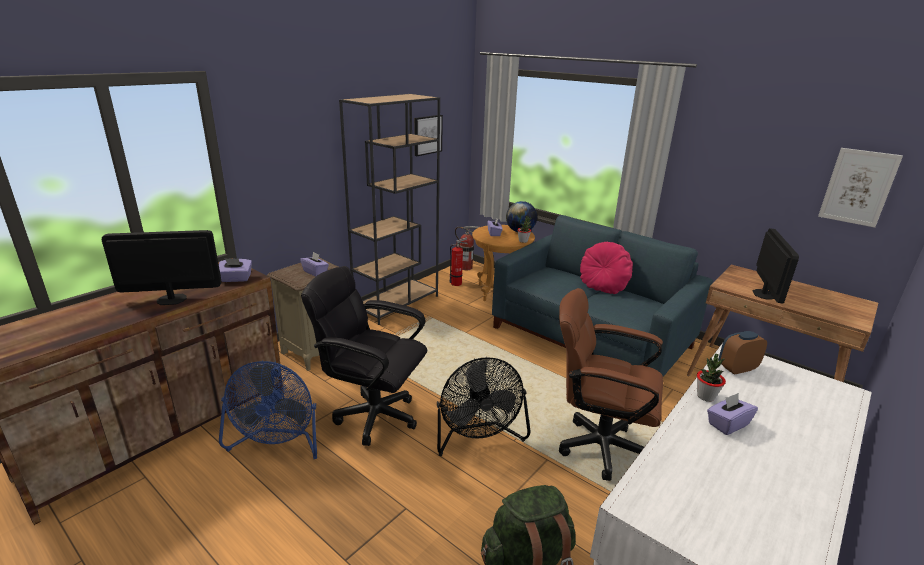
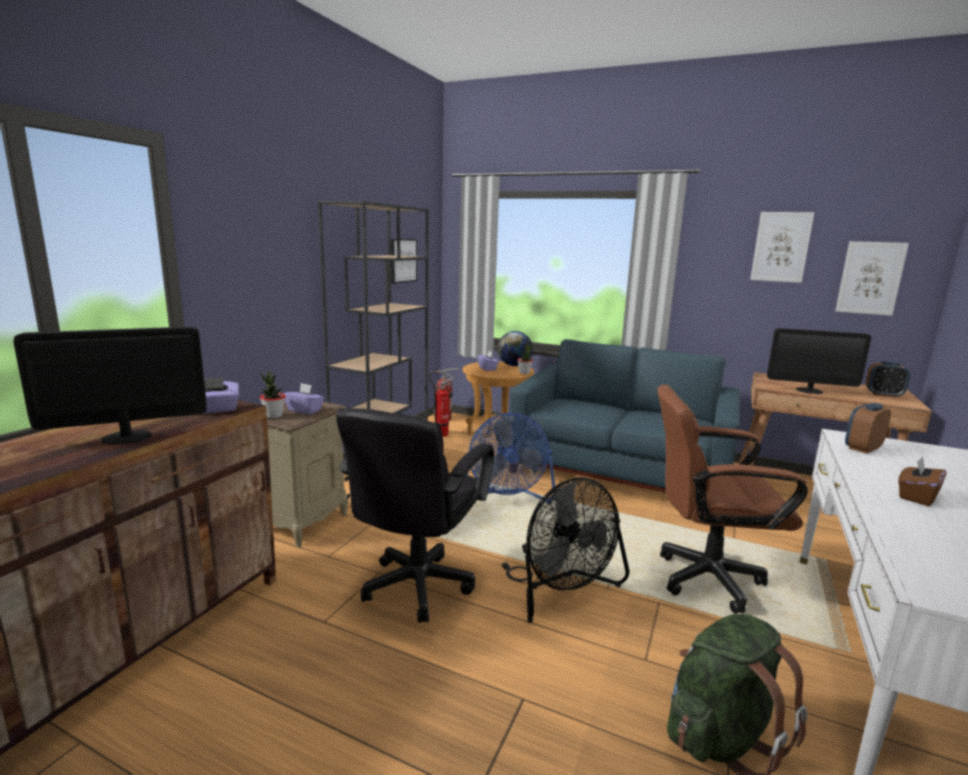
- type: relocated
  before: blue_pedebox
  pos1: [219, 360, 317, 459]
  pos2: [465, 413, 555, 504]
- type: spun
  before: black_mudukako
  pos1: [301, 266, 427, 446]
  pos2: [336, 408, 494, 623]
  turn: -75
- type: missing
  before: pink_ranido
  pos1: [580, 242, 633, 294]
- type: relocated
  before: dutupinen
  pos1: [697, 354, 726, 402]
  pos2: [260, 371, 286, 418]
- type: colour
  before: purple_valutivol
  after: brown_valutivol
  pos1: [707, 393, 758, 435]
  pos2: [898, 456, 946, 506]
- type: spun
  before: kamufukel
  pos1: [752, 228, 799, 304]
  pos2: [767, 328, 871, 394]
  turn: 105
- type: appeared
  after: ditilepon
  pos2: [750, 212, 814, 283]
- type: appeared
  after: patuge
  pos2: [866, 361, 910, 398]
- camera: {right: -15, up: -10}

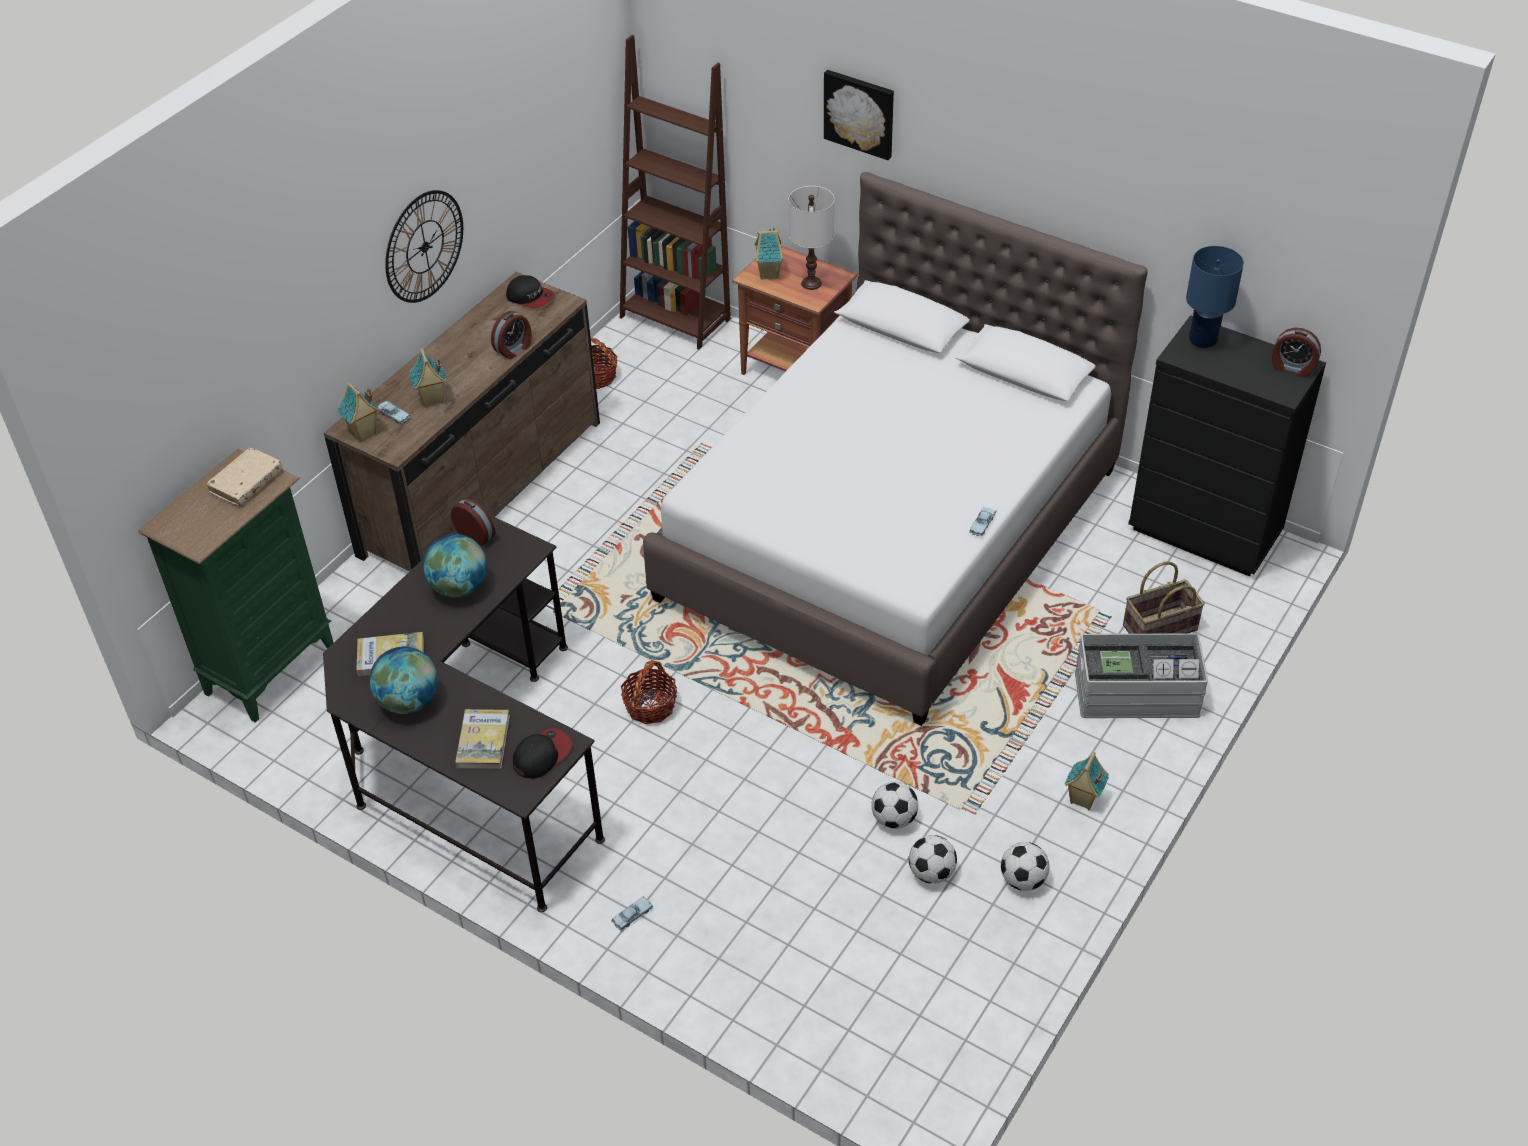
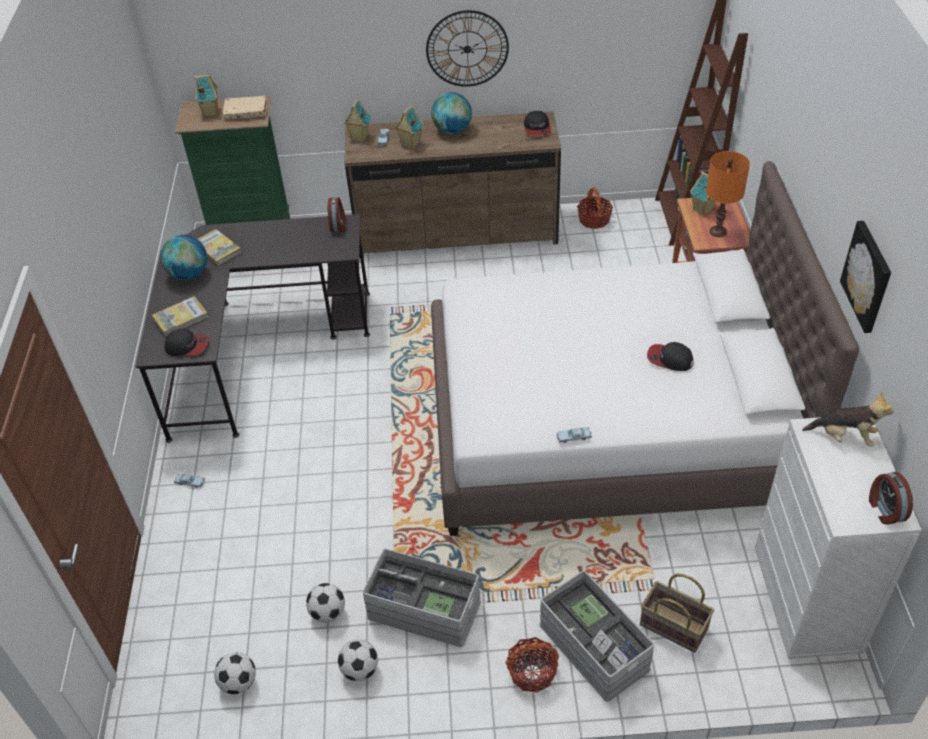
- type: relocated
  before: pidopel
  pos1: [423, 534, 487, 597]
  pos2: [431, 92, 472, 134]
- type: missing
  before: patuge
  pos1: [491, 311, 532, 359]
- type: relocated
  before: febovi
  pos1: [621, 660, 677, 724]
  pos2: [505, 637, 559, 693]
- type: colour
  before: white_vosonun
  after: orange_vosonun
  pos1: [789, 186, 834, 290]
  pos2: [706, 151, 750, 237]
- type: relocated
  before: ditilepon
  pos1: [824, 70, 894, 160]
  pos2: [840, 221, 891, 333]
- type: relocated
  before: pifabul
  pos1: [872, 782, 918, 829]
  pos2: [214, 652, 256, 694]
- type: relocated
  before: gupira
  pos1: [1065, 752, 1109, 810]
  pos2: [194, 75, 219, 117]
- type: colour
  before: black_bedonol
  after: white_bedonol
  pos1: [1128, 315, 1326, 577]
  pos2: [754, 417, 922, 659]
- type: exchanged
  before: blue_vosonun
  after: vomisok
  pos1: [1186, 246, 1244, 348]
  pos2: [802, 393, 894, 446]
- type: appeared
  after: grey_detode
  pos2: [363, 548, 481, 647]
- type: appeared
  after: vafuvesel
  pos2: [647, 342, 693, 371]
- camera: {right: 55, up: 0}

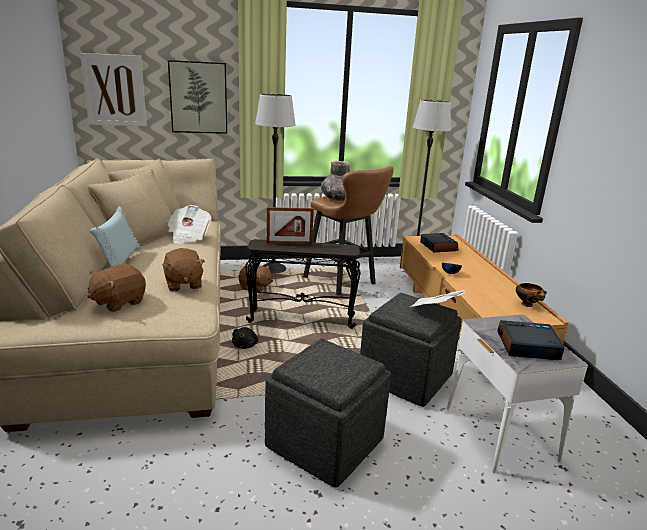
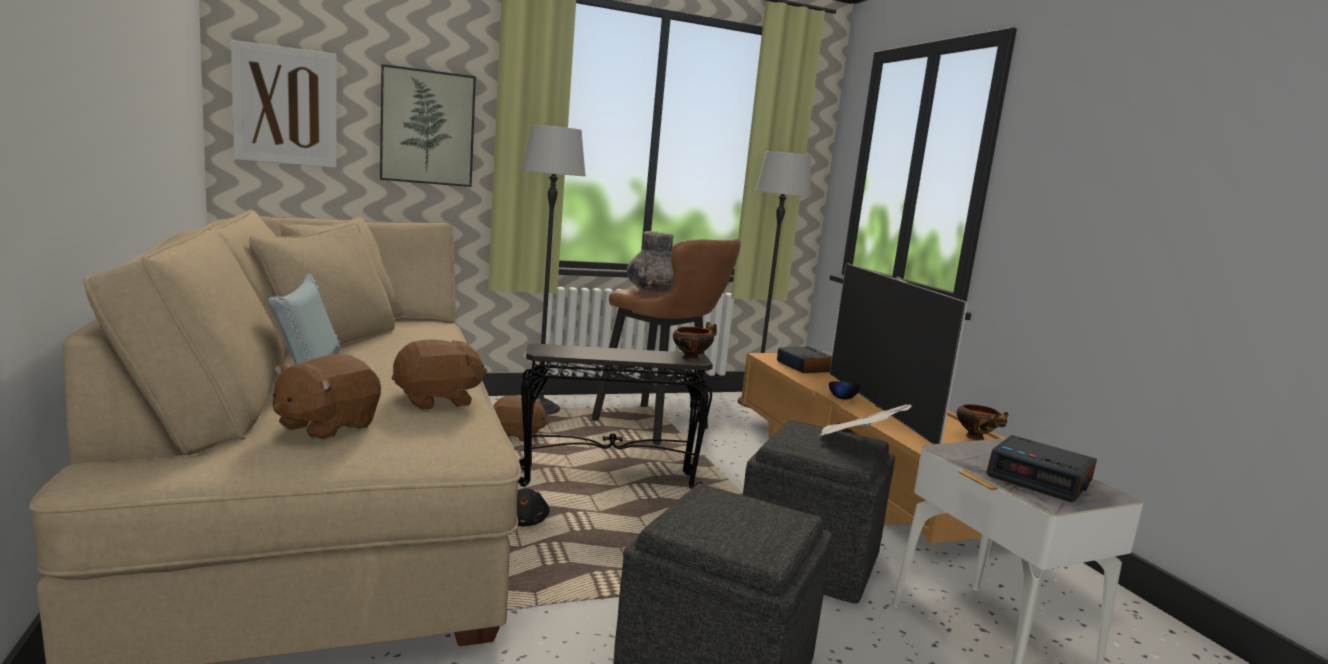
- type: spun
  before: brown_vomisok
  pos1: [162, 248, 205, 291]
  pos2: [392, 339, 487, 410]
  turn: -90
- type: missing
  before: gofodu
  pos1: [167, 205, 212, 243]
- type: missing
  before: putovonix
  pos1: [267, 207, 314, 244]
- type: spun
  before: patuge
  pos1: [497, 320, 564, 360]
  pos2: [986, 435, 1097, 502]
  turn: -135
- type: appeared
  after: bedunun
  pos2: [673, 322, 717, 361]
- type: appeared
  after: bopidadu
  pos2: [829, 263, 968, 444]
- camera: {right: -10, up: -10}

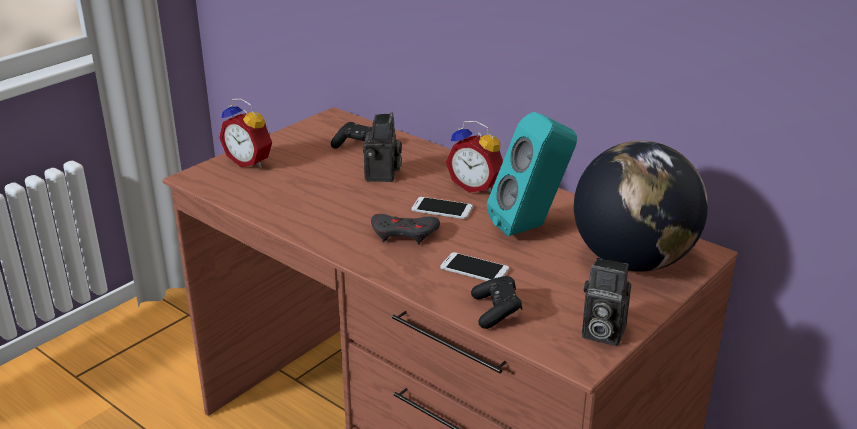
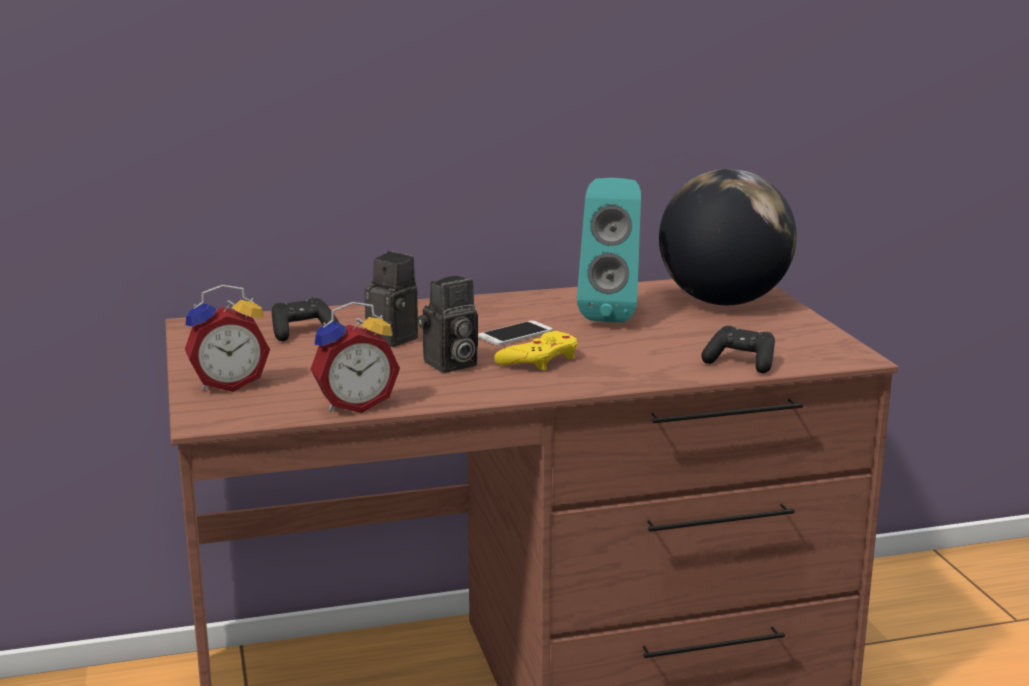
- type: colour
  before: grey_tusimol
  after: yellow_tusimol
  pos1: [371, 214, 440, 245]
  pos2: [494, 331, 578, 370]
- type: missing
  before: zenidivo
  pos1: [440, 252, 509, 281]
- type: relocated
  before: patuge
  pos1: [446, 121, 503, 193]
  pos2: [310, 302, 400, 413]
- type: relocated
  before: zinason
  pos1: [582, 258, 631, 346]
  pos2: [418, 276, 478, 373]
- camera: {right: -55, up: -10}

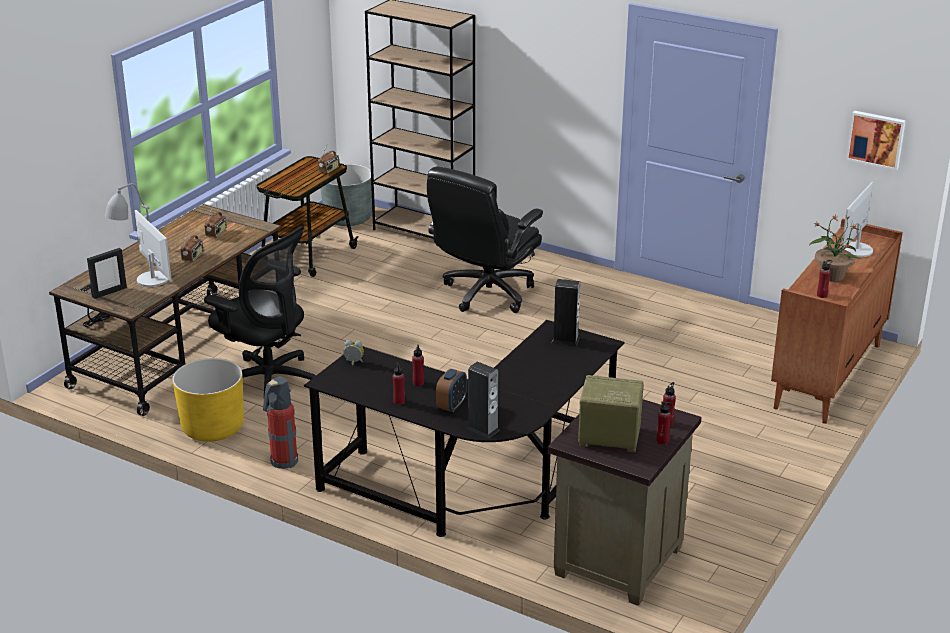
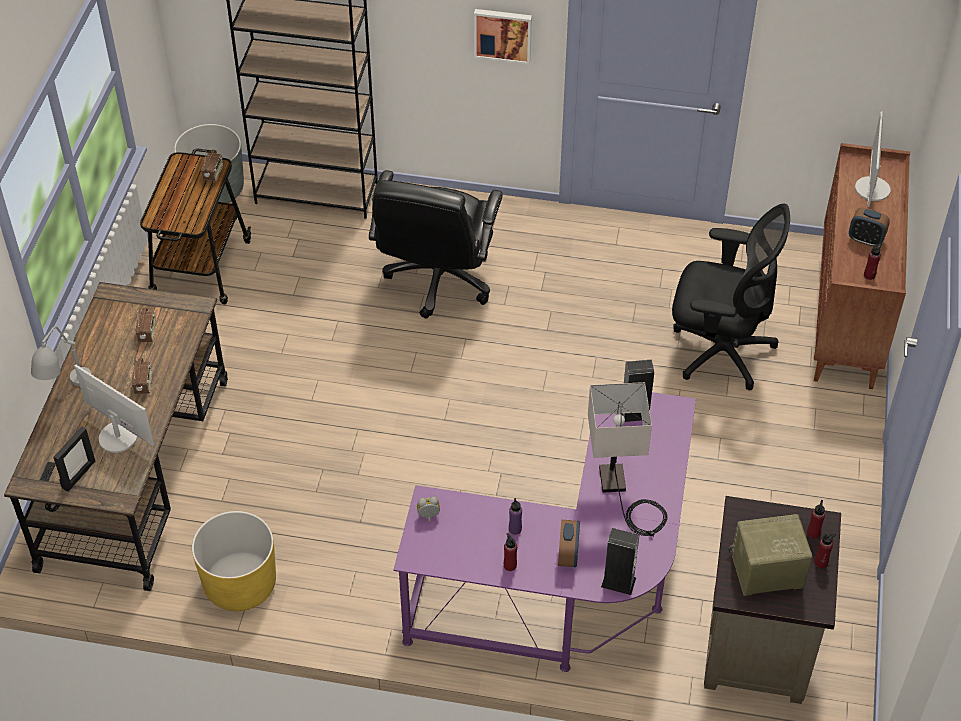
- type: relocated
  before: black_mudukako
  pos1: [204, 226, 316, 407]
  pos2: [672, 204, 790, 390]
- type: missing
  before: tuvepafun
  pos1: [263, 376, 298, 469]
- type: colour
  before: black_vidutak
  after: purple_vidutak
  pos1: [304, 320, 624, 537]
  pos2: [393, 392, 696, 672]
- type: colour
  before: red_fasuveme
  after: purple_fasuveme
  pos1: [412, 345, 424, 386]
  pos2: [509, 498, 522, 535]
- type: exchanged
  before: dutupinen
  after: patuge
  pos1: [809, 214, 860, 282]
  pos2: [849, 207, 890, 247]
- type: relocated
  before: ditilepon
  pos1: [846, 111, 906, 170]
  pos2: [474, 9, 532, 65]
- type: appeared
  after: vosonun
  pos2: [588, 382, 668, 537]
- camera: {right: -20, up: 20}

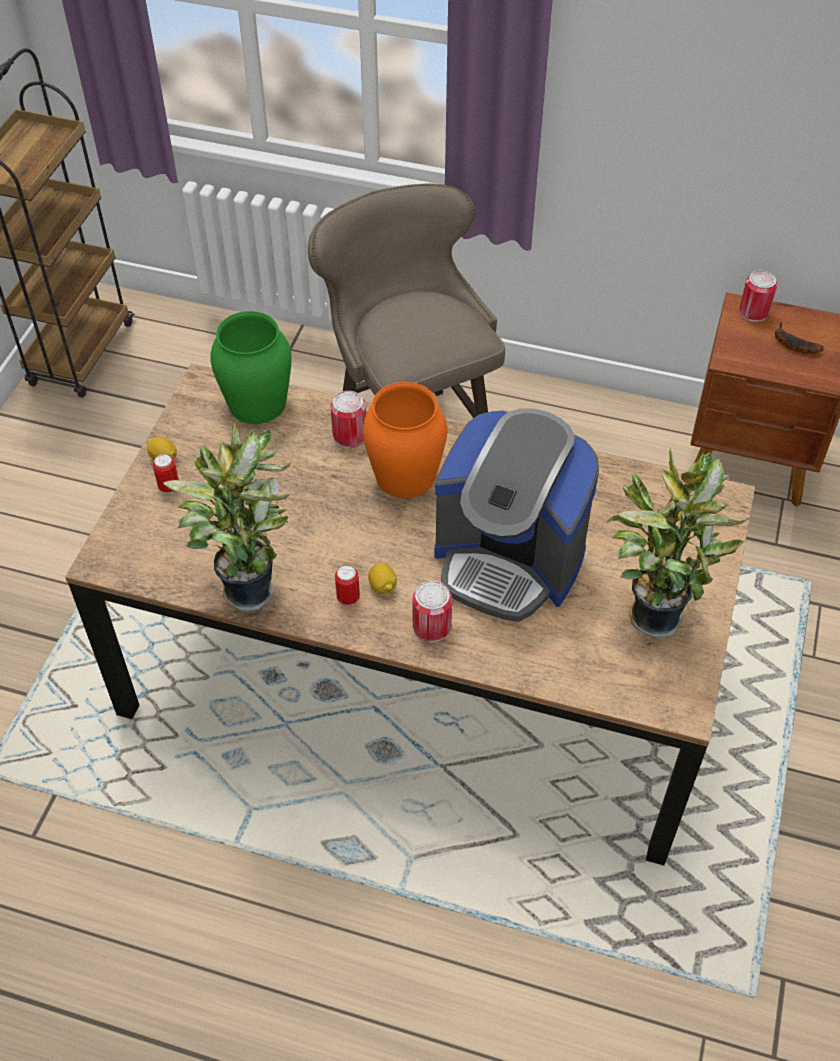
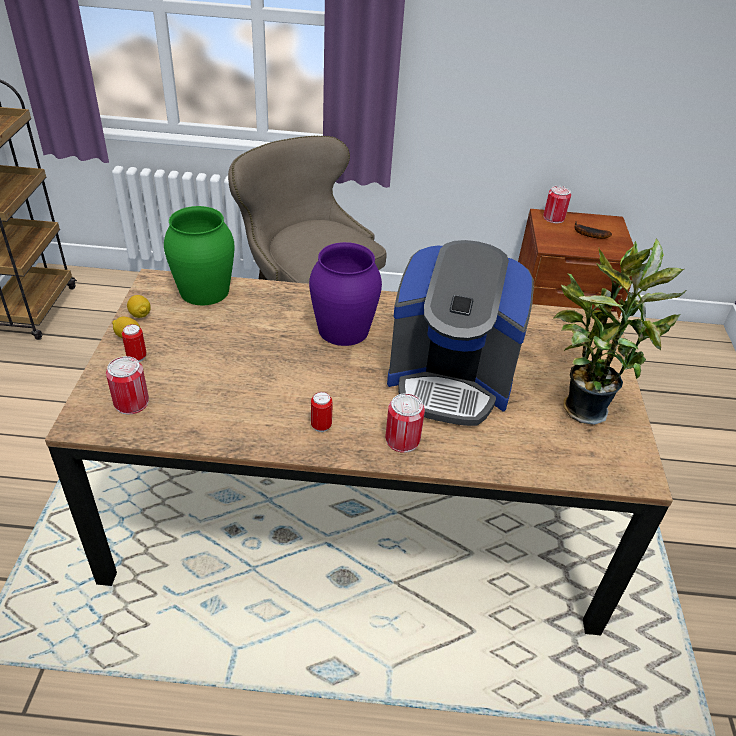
- type: missing
  before: dutupinen
  pos1: [163, 423, 291, 611]
- type: relocated
  before: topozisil
  pos1: [331, 391, 366, 448]
  pos2: [106, 356, 149, 415]
- type: colour
  before: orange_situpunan
  after: purple_situpunan
  pos1: [363, 382, 447, 498]
  pos2: [309, 242, 382, 346]
- type: relocated
  before: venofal
  pos1: [368, 563, 397, 594]
  pos2: [127, 295, 151, 318]
- camera: {right: -15, up: -10}

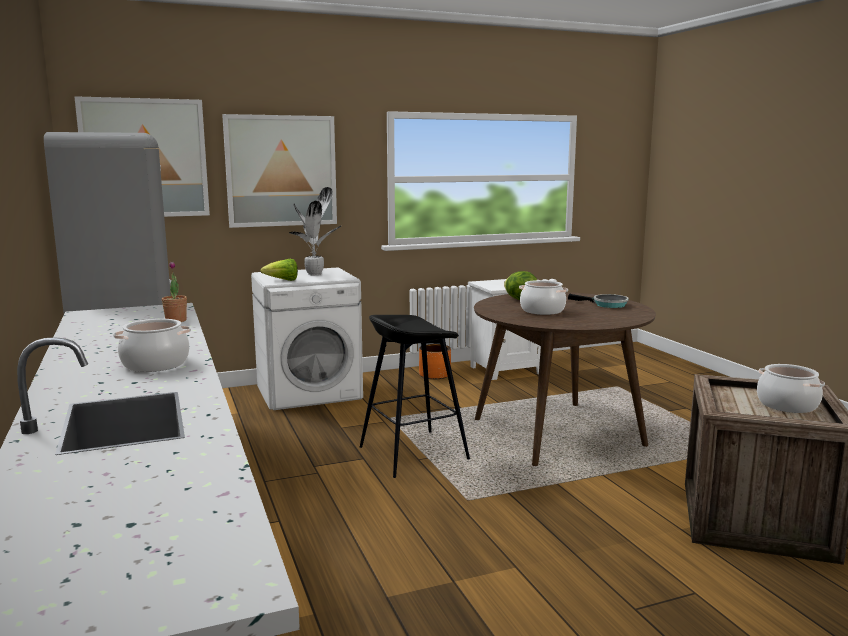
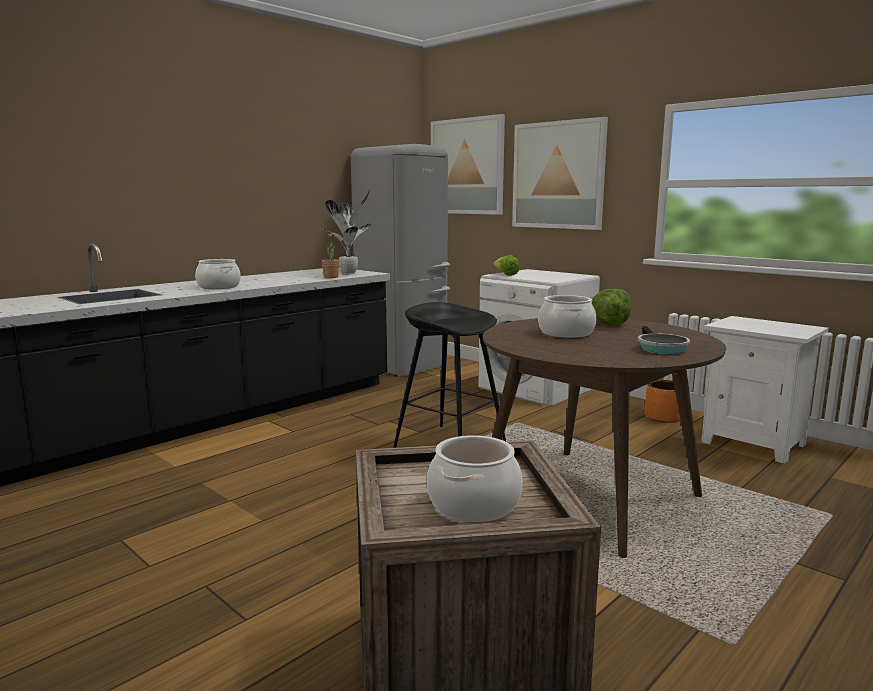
- type: relocated
  before: dutupinen
  pos1: [289, 187, 341, 275]
  pos2: [324, 189, 371, 274]
- camera: {right: 65, up: 0}

